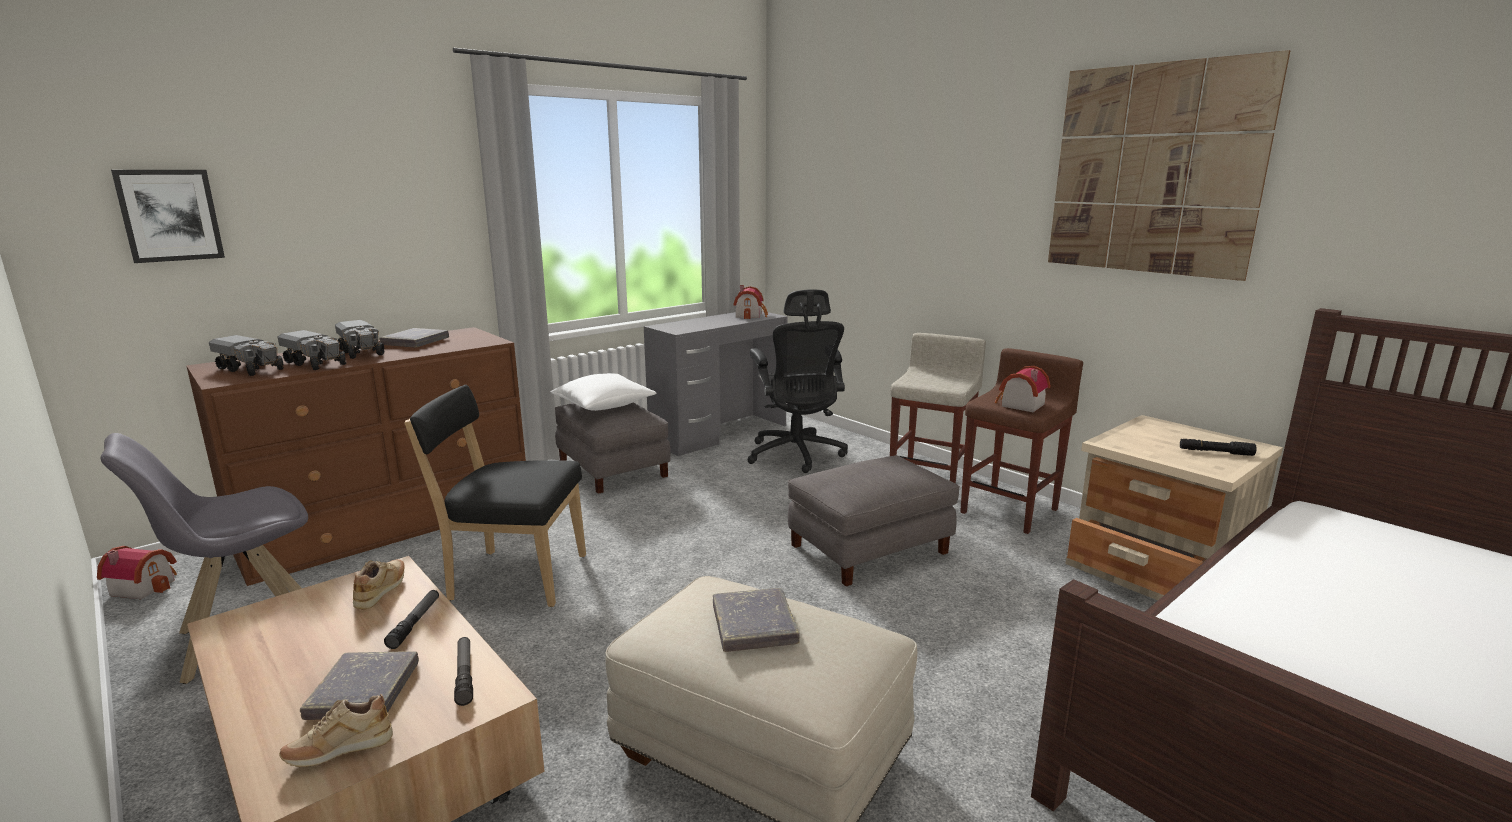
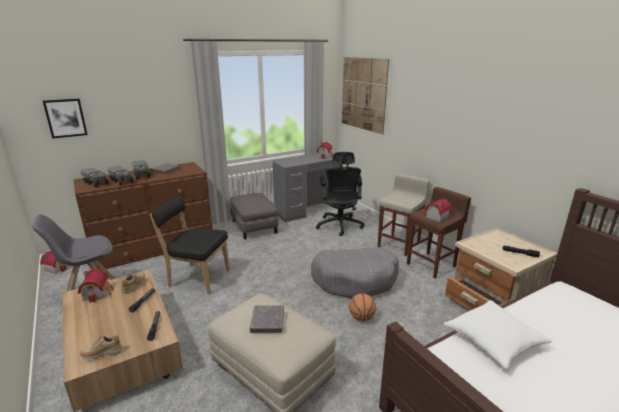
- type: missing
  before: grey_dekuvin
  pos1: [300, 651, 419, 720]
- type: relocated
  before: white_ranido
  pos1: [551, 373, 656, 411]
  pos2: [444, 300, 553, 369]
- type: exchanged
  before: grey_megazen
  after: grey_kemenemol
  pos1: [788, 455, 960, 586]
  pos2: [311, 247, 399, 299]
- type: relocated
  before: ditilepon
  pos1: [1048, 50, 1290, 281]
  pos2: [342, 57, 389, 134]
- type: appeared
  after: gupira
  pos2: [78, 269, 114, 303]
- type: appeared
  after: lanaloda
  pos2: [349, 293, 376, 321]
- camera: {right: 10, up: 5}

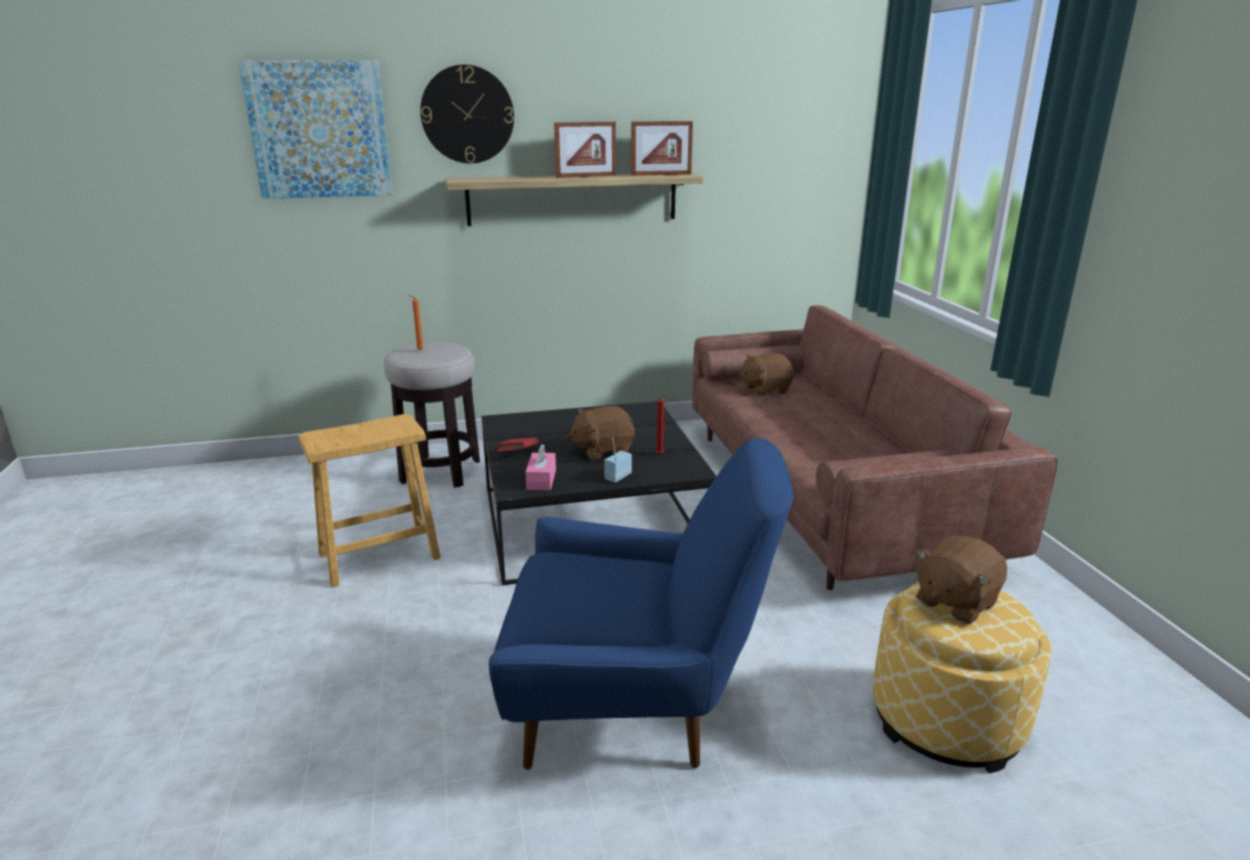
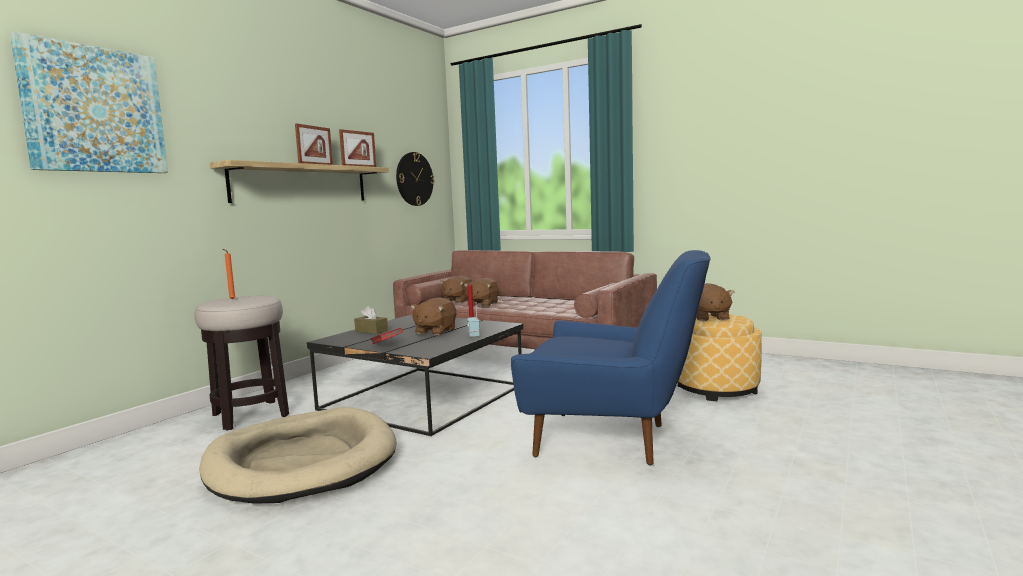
- type: exchanged
  before: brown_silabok
  after: beige_kemenemol
  pos1: [299, 414, 441, 587]
  pos2: [199, 407, 397, 504]
- type: relocated
  before: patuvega
  pos1: [420, 65, 514, 163]
  pos2: [396, 152, 435, 206]
- type: spun
  before: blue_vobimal
  pos1: [489, 438, 793, 770]
  pos2: [511, 250, 711, 465]
  turn: 60
- type: missing
  before: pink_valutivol
  pos1: [525, 444, 556, 490]
- type: appeared
  after: brown_valutivol
  pos2: [354, 306, 388, 334]
- type: appeared
  after: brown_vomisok
  pos2: [464, 278, 499, 307]
- camera: {right: -45, up: -15}

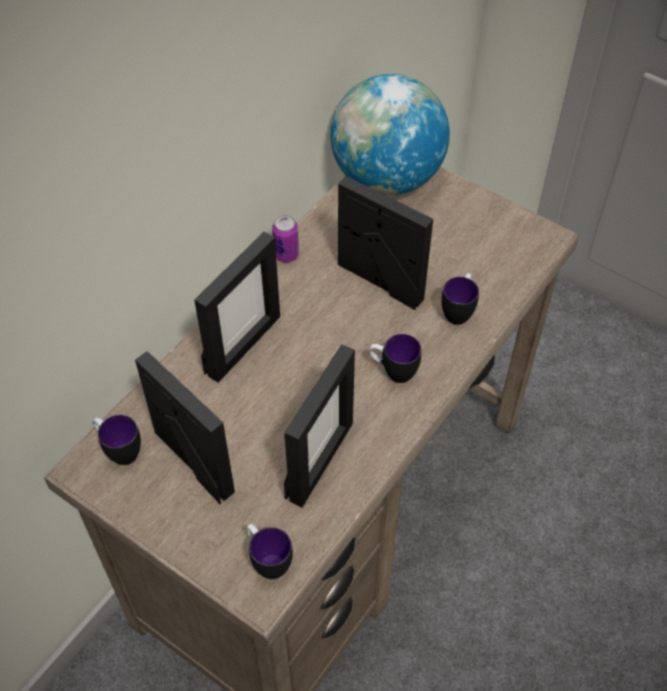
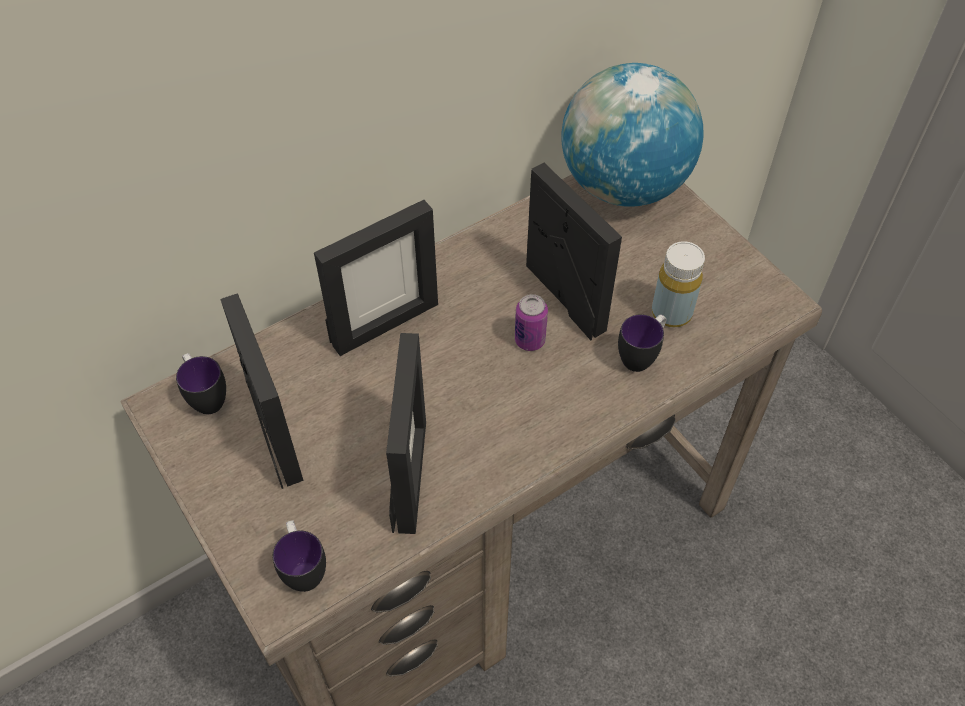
- type: relocated
  before: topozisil
  pos1: [272, 215, 299, 262]
  pos2: [515, 294, 548, 351]
- type: spun
  before: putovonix
  pos1: [284, 344, 355, 508]
  pos2: [386, 333, 426, 534]
  turn: -45
- type: missing
  before: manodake
  pos1: [369, 334, 421, 383]
- type: appeared
  after: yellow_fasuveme
  pos2: [652, 241, 705, 327]
- camera: {right: 20, up: 0}

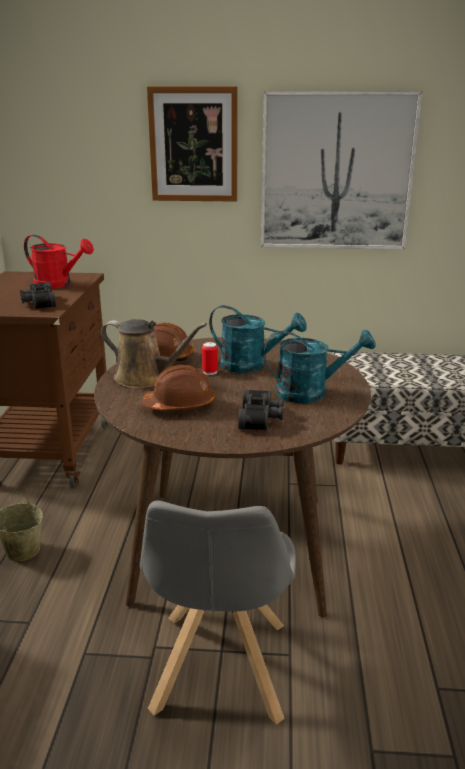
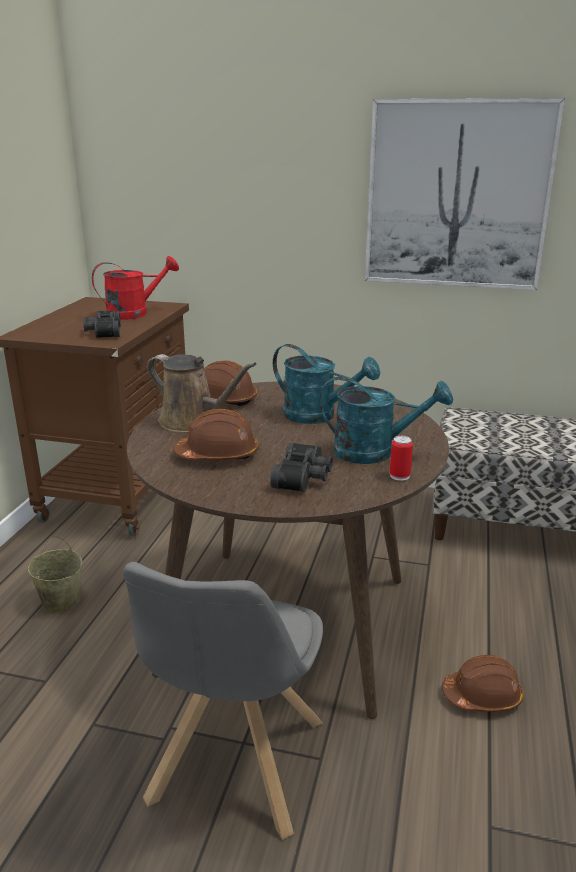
- type: spun
  before: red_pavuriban
  pos1: [24, 235, 94, 289]
  pos2: [92, 256, 179, 320]
  turn: -60
- type: missing
  before: ditilepon
  pos1: [147, 86, 238, 202]
- type: relocated
  before: topozisil
  pos1: [202, 342, 218, 375]
  pos2: [390, 436, 413, 481]
- type: appeared
  after: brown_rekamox
  pos2: [442, 655, 524, 712]
- camera: {right: 10, up: 0}

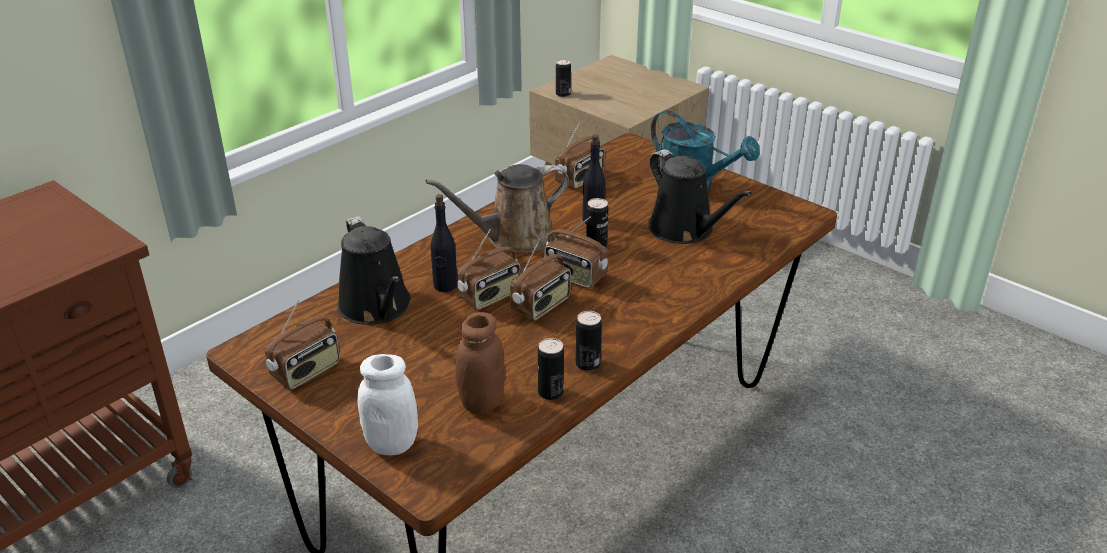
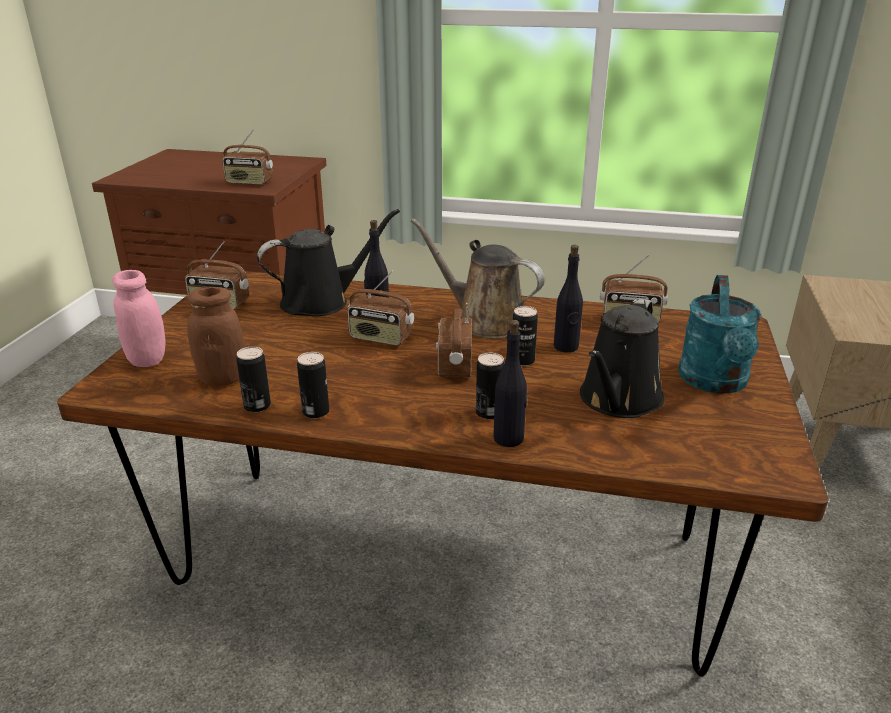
- type: spun
  before: black_pavuriban
  pos1: [337, 216, 410, 325]
  pos2: [257, 209, 400, 316]
  turn: -150
- type: colour
  before: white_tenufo
  after: pink_tenufo
  pos1: [357, 354, 418, 456]
  pos2: [112, 270, 165, 367]
- type: relocated
  before: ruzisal
  pos1: [510, 238, 571, 321]
  pos2: [222, 129, 273, 185]
- type: relocated
  before: topozisil
  pos1: [556, 59, 571, 97]
  pos2: [476, 353, 504, 420]
- type: appeared
  after: black_fasuveme
  pos2: [493, 320, 528, 447]
- camera: {right: 60, up: -5}

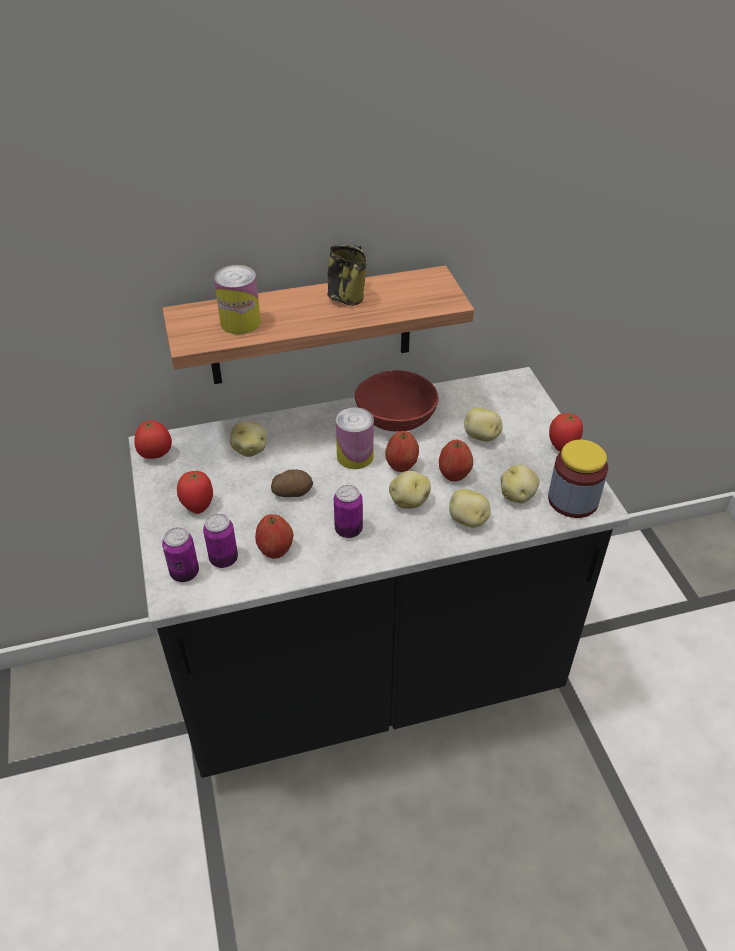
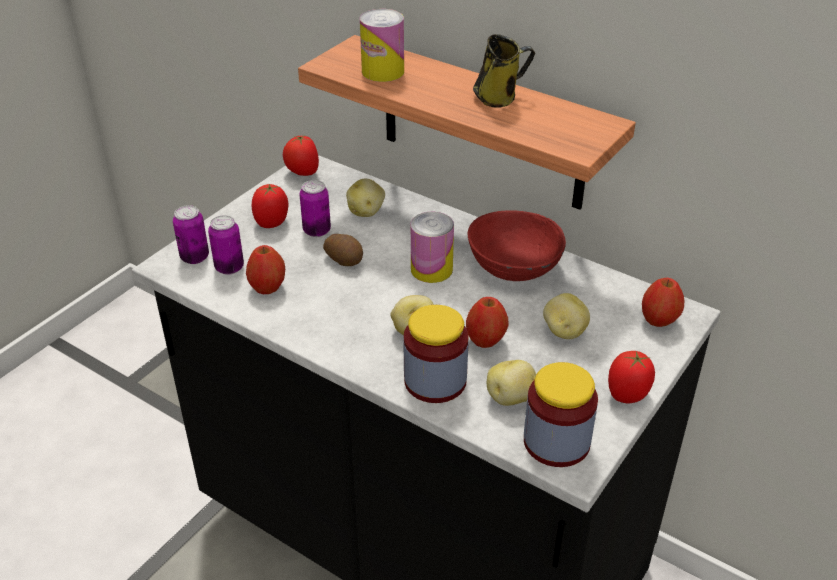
- type: relocated
  before: topozisil
  pos1: [334, 485, 363, 538]
  pos2: [299, 180, 331, 237]
- type: relocated
  before: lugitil
  pos1: [385, 431, 419, 472]
  pos2: [642, 278, 685, 327]
- type: exchanged
  before: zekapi
  after: tenufo
  pos1: [449, 489, 490, 528]
  pos2: [403, 305, 469, 403]
- camera: {right: 50, up: -5}

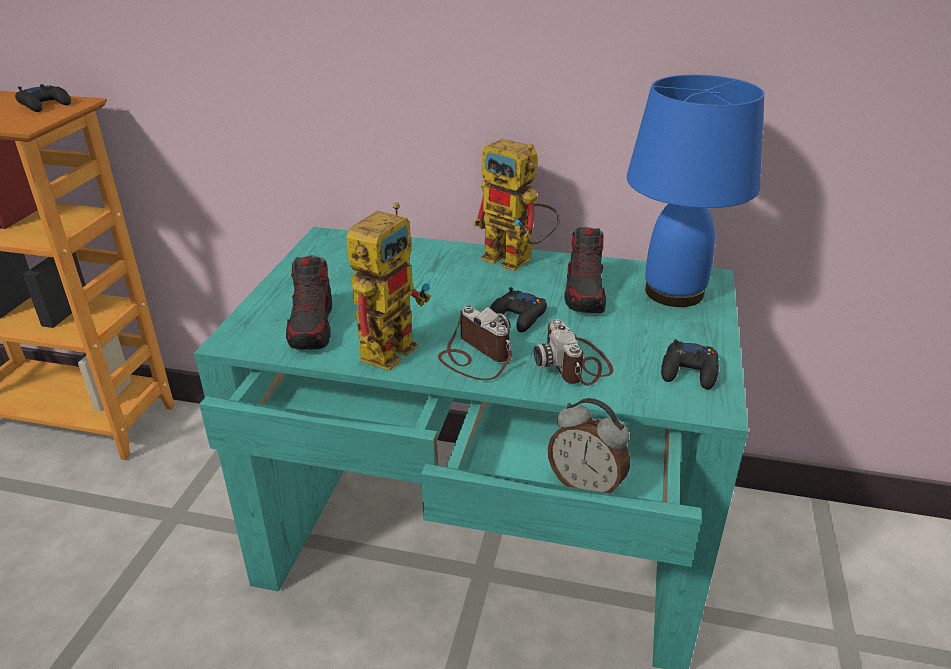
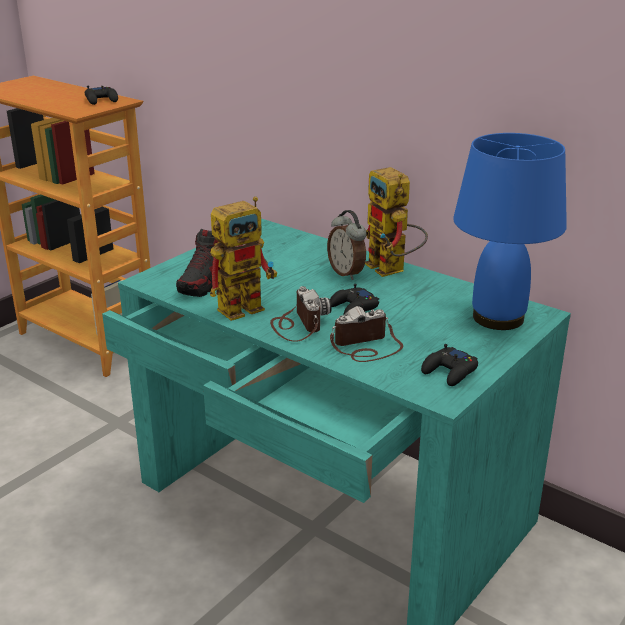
- type: spun
  before: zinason
  pos1: [534, 319, 613, 386]
  pos2: [330, 306, 403, 362]
  turn: 60
- type: relocated
  before: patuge
  pos1: [548, 398, 630, 493]
  pos2: [327, 210, 366, 280]
- type: missing
  before: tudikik
  pos1: [564, 227, 606, 313]
- camera: {right: 25, up: -5}

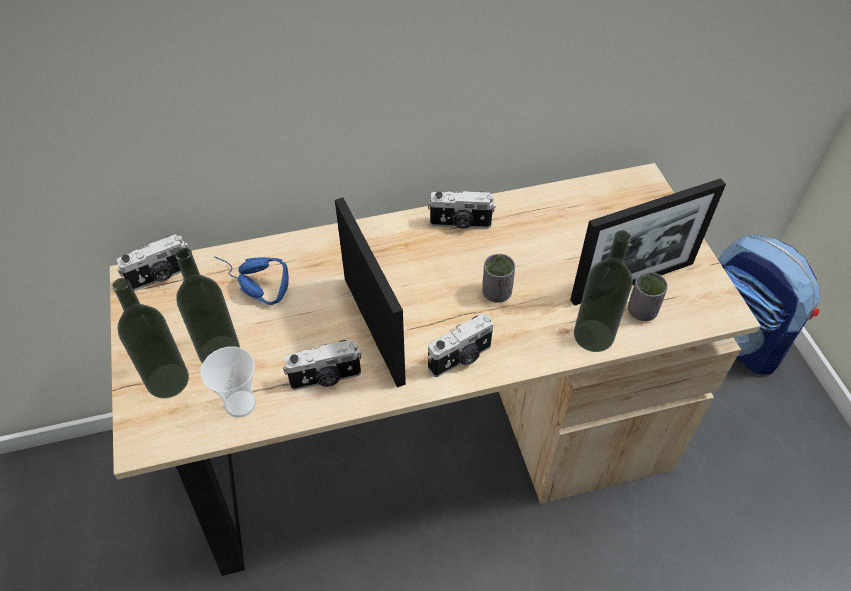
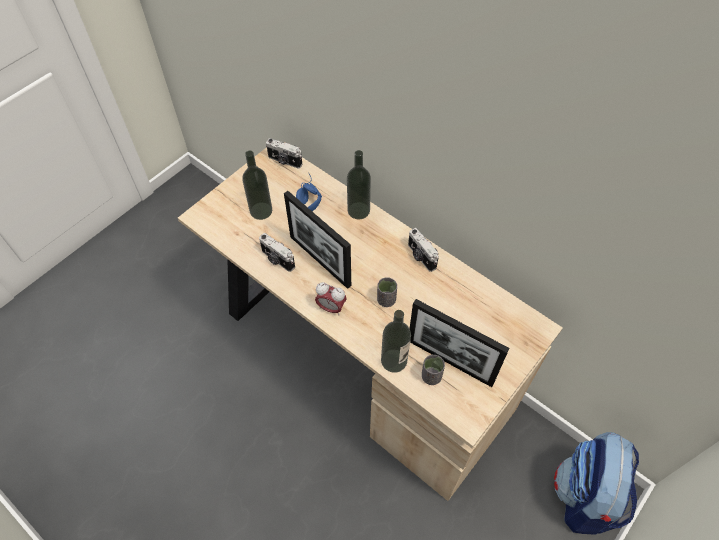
- type: relocated
  before: fasuveme
  pos1: [112, 278, 189, 398]
  pos2: [347, 150, 371, 219]
- type: missing
  before: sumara
  pos1: [200, 346, 256, 418]
- type: spun
  before: putovonix
  pos1: [335, 197, 406, 388]
  pos2: [284, 191, 351, 289]
  turn: 105
- type: exchanged
  before: zinason
  after: patuge
  pos1: [428, 314, 494, 377]
  pos2: [315, 282, 347, 315]
- camera: {right: 55, up: 5}

